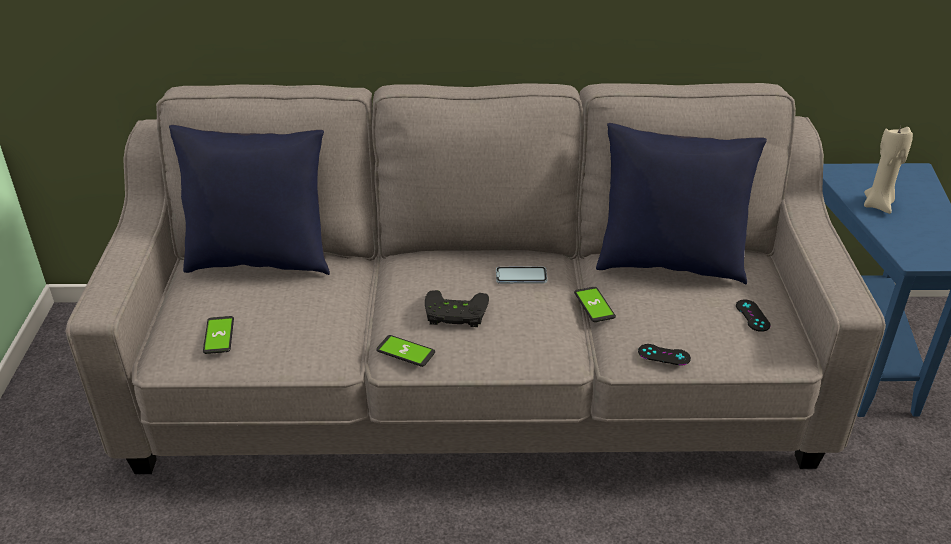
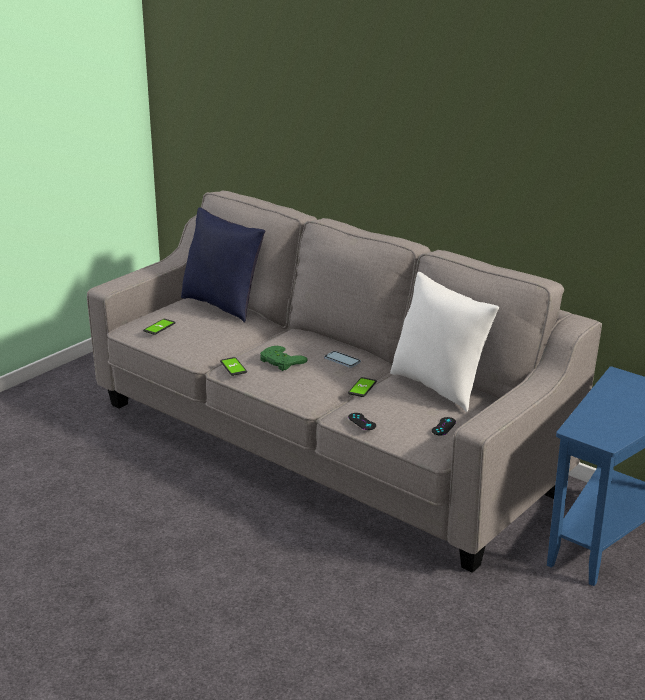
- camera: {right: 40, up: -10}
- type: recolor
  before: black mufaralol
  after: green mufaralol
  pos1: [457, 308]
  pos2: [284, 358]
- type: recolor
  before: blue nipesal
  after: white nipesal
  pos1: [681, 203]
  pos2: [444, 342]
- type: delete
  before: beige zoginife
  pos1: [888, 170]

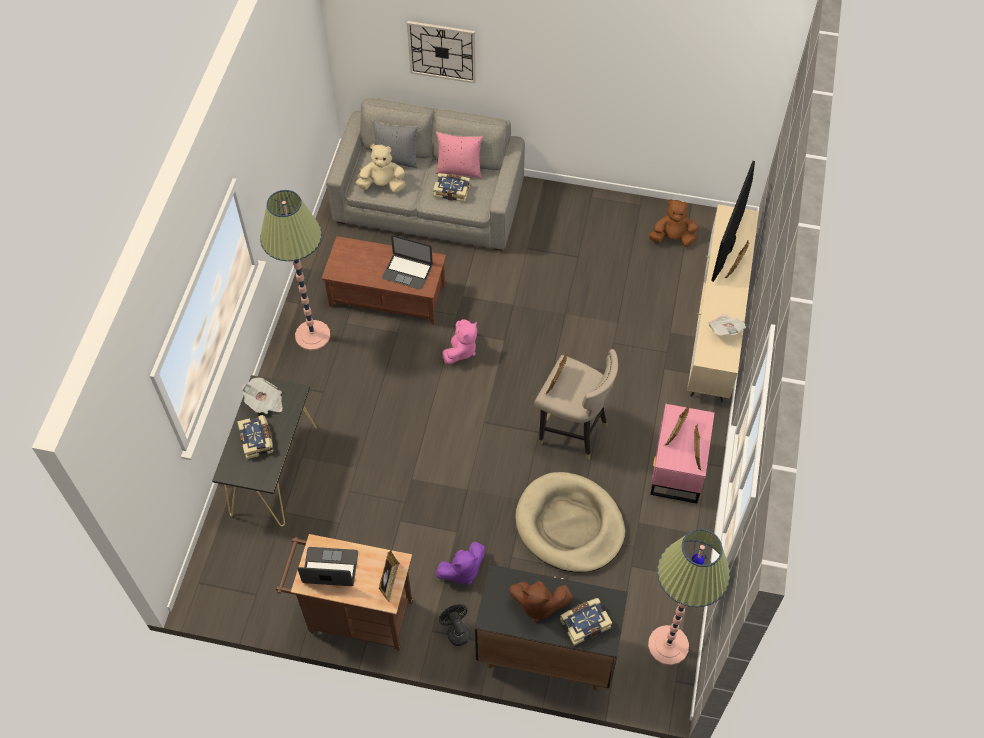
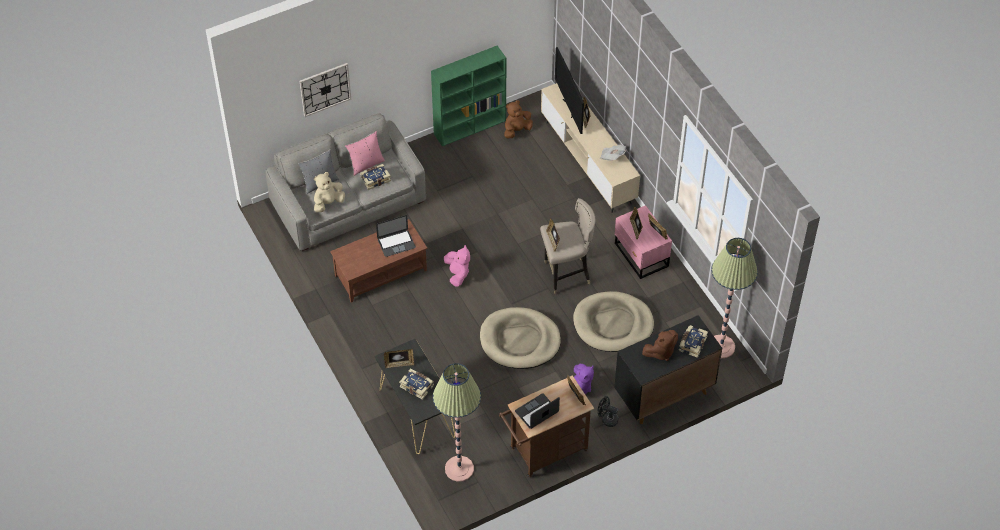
- camera: {right: -40, up: -5}
- type: replace
  before: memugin
  after: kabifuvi
  pos1: [262, 396]
  pos2: [399, 358]
- type: move
  before: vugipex
  pos1: [295, 270]
  pos2: [457, 422]
- type: insert
  after: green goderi
  pos2: [468, 96]
- type: insert
  after: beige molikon
  pos2: [520, 338]

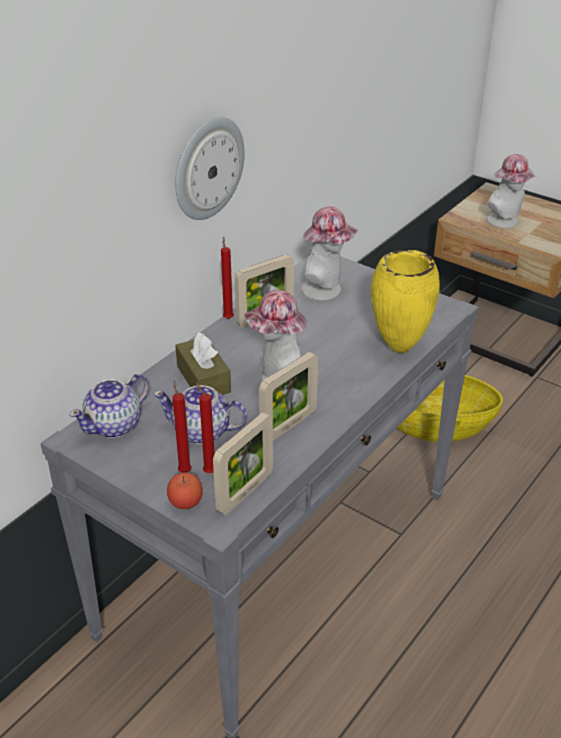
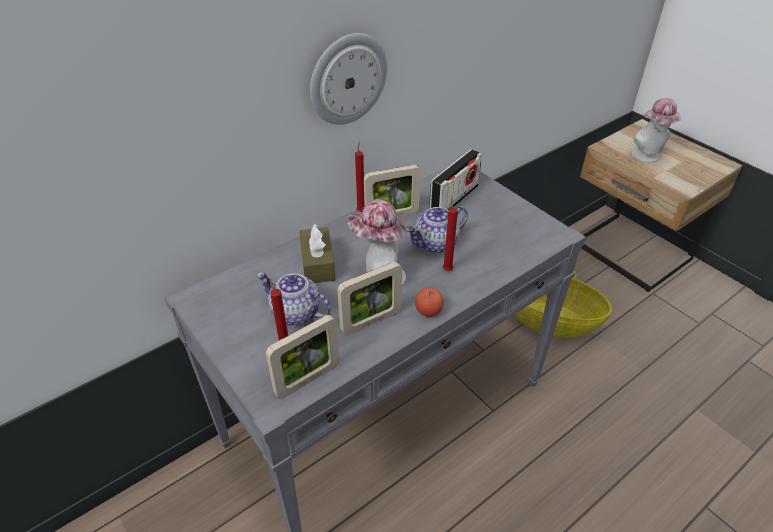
- camera: {right: 15, up: 5}
- type: move
  before: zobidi
  pos1: [109, 406]
  pos2: [436, 229]
- type: move
  before: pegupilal
  pos1: [185, 491]
  pos2: [429, 302]
- type: move
  before: red zoginife
  pos1: [182, 426]
  pos2: [450, 234]
- type: replace
  before: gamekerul
  after: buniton
  pos1: [329, 253]
  pos2: [455, 179]
- type: delete
  before: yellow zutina
  pos1: [405, 301]

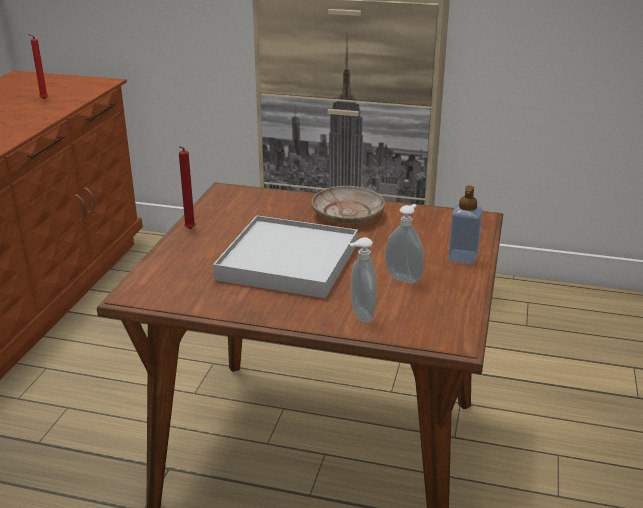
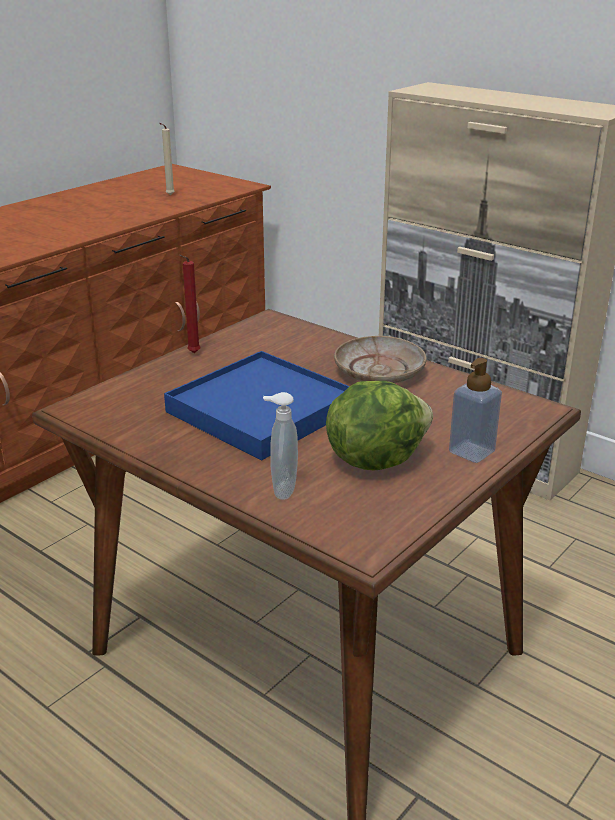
- camera: {right: 25, up: 0}
- type: recolor
  before: red zoginife
  after: beige zoginife
  pos1: [38, 66]
  pos2: [167, 159]
- type: recolor
  before: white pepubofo
  after: blue pepubofo
  pos1: [285, 256]
  pos2: [257, 405]
- type: replace
  before: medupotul
  after: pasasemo
  pos1: [404, 244]
  pos2: [379, 426]

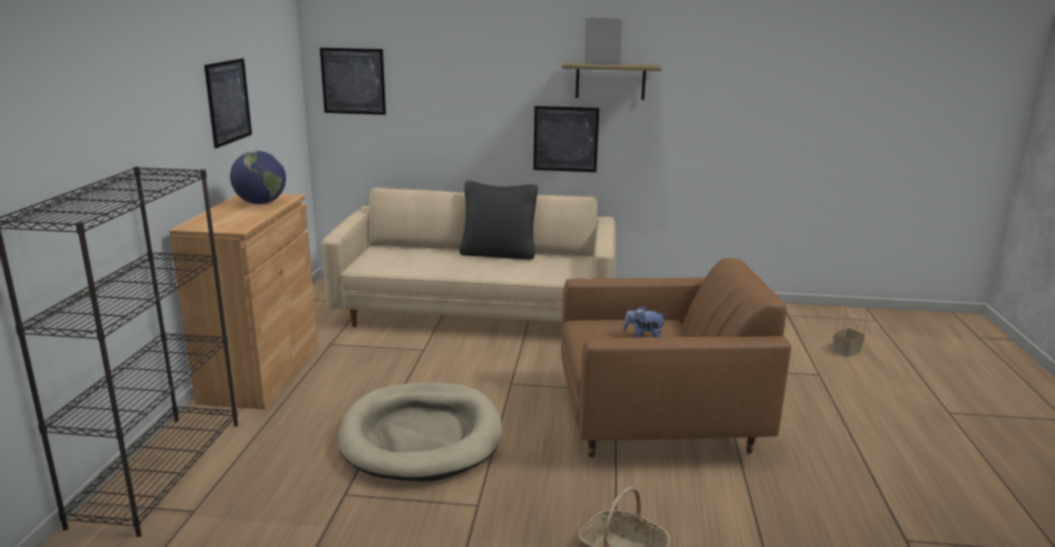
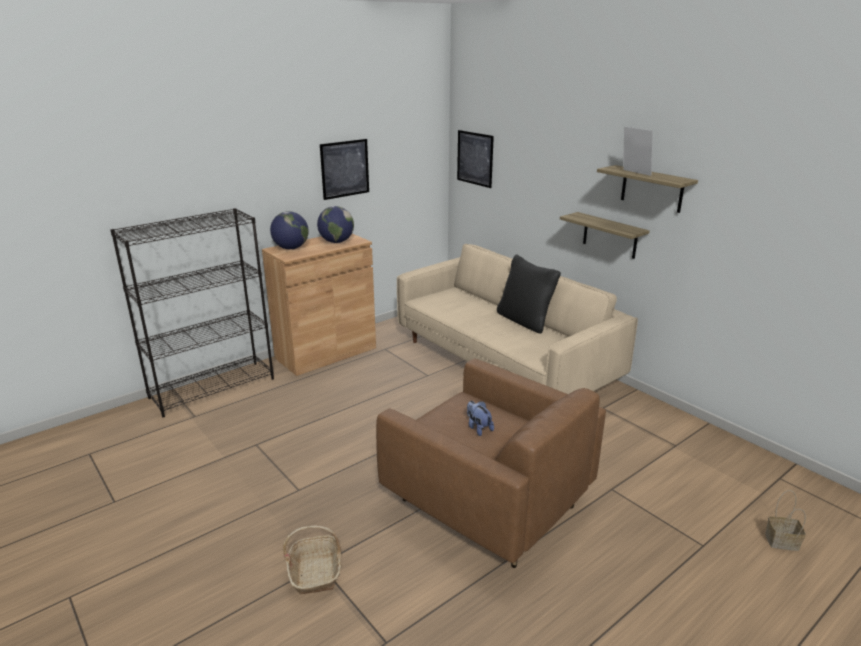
- camera: {right: 45, up: 5}
- type: delete
  before: beige molikon
  pos1: [420, 432]
- type: replace
  before: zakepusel
  after: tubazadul
  pos1: [566, 139]
  pos2: [605, 235]
- type: insert
  after: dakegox
  pos2: [289, 230]

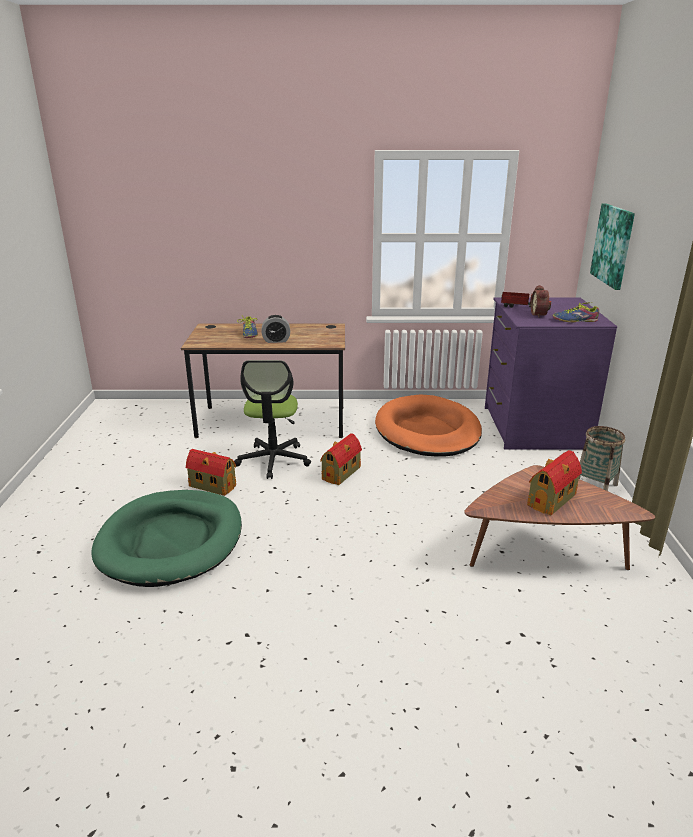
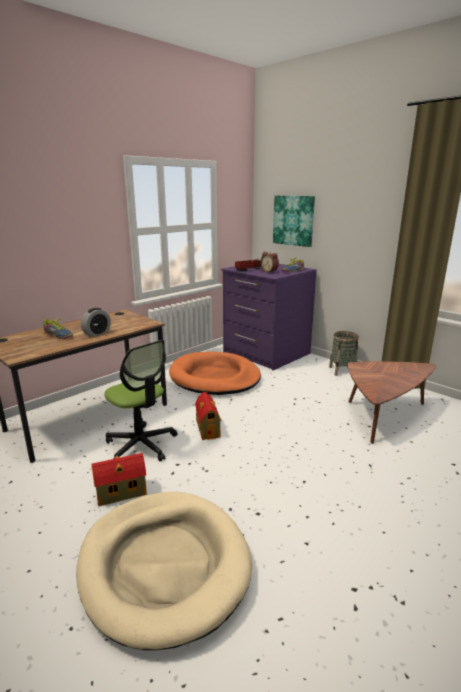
- camera: {right: -45, up: -5}
- type: recolor
  before: green molikon
  after: beige molikon
  pos1: [166, 538]
  pos2: [164, 571]
- type: delete
  before: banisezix
  pos1: [554, 483]

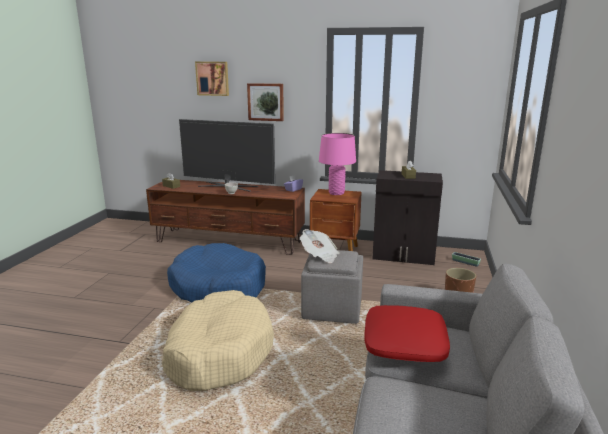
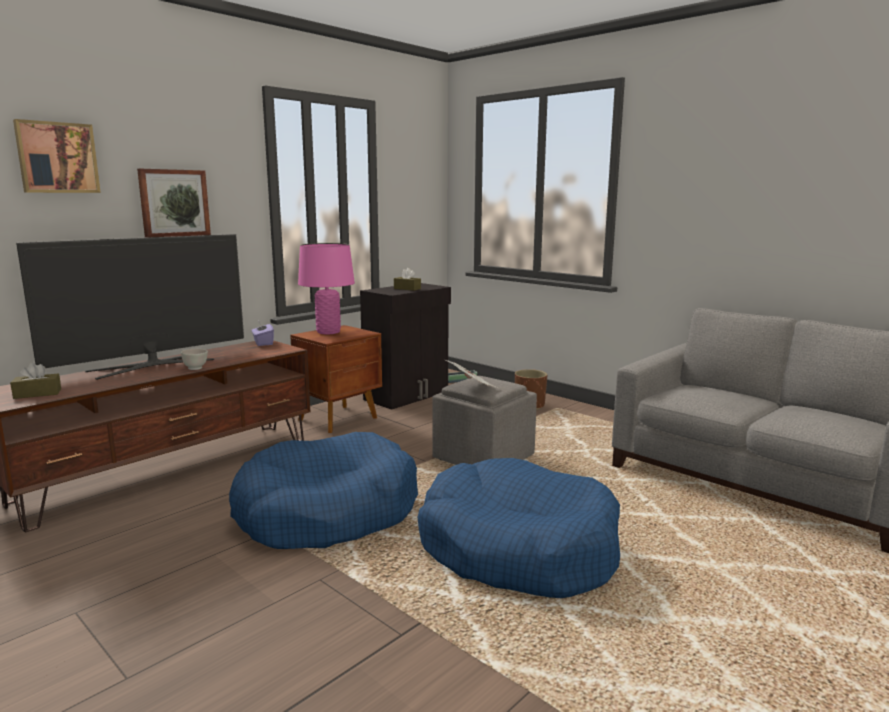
- camera: {right: -60, up: -5}
- type: recolor
  before: beige molikon
  after: blue molikon
  pos1: [218, 340]
  pos2: [519, 528]
- type: delete
  before: red nipesal
  pos1: [407, 333]

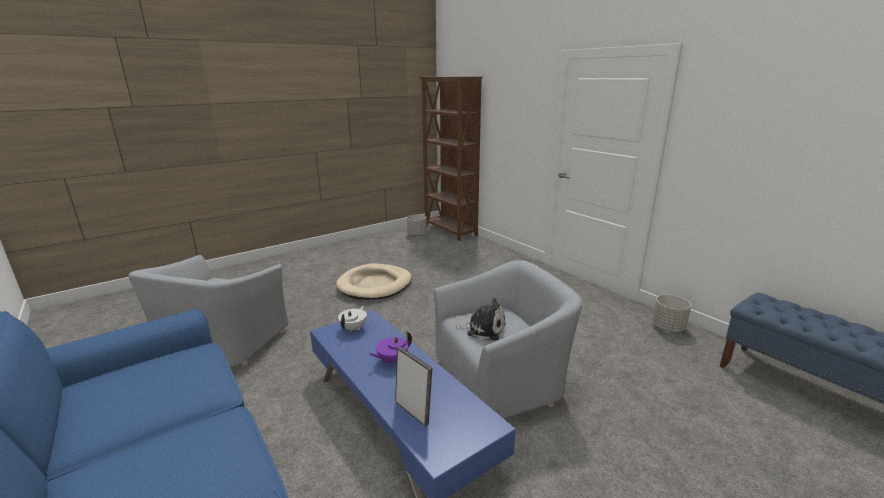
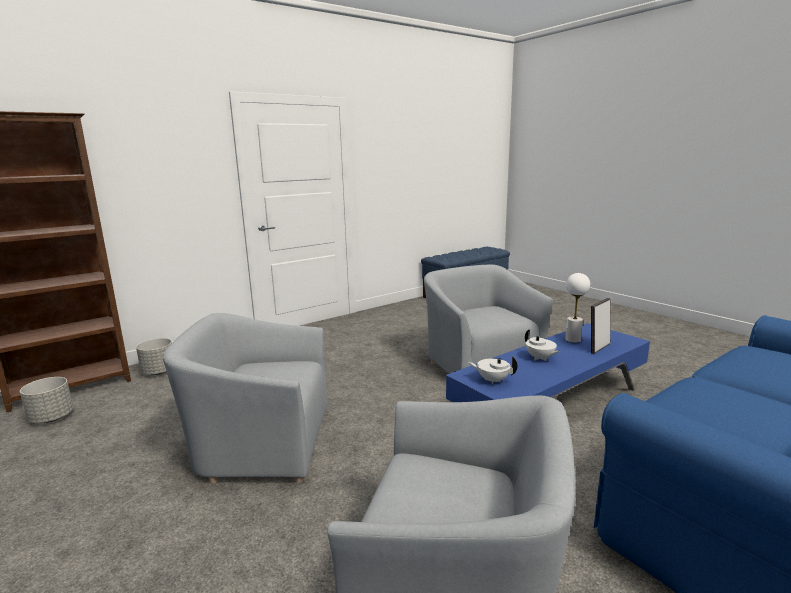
- camera: {right: -90, up: -5}
- type: replace
  before: beige molikon
  after: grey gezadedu
  pos1: [374, 281]
  pos2: [245, 398]
- type: recolor
  before: purple zobidi
  after: white zobidi
  pos1: [390, 347]
  pos2: [542, 345]
- type: delete
  before: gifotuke
  pos1: [480, 319]
- type: move
  before: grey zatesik
  pos1: [671, 313]
  pos2: [154, 356]
- type: insert
  after: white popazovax
  pos2: [577, 308]

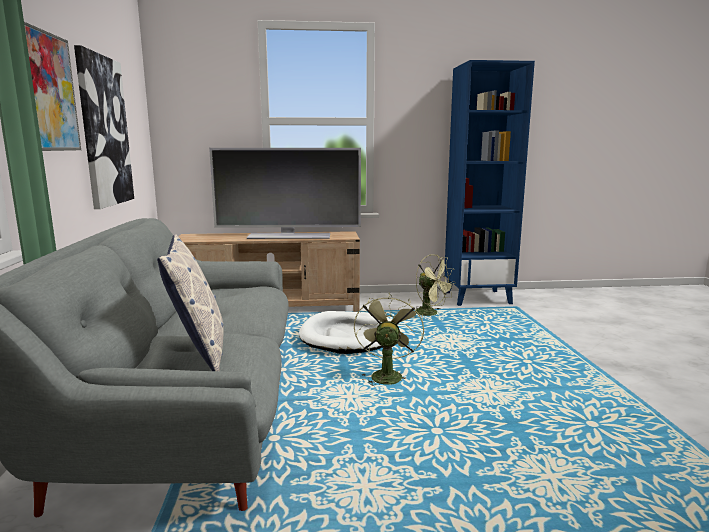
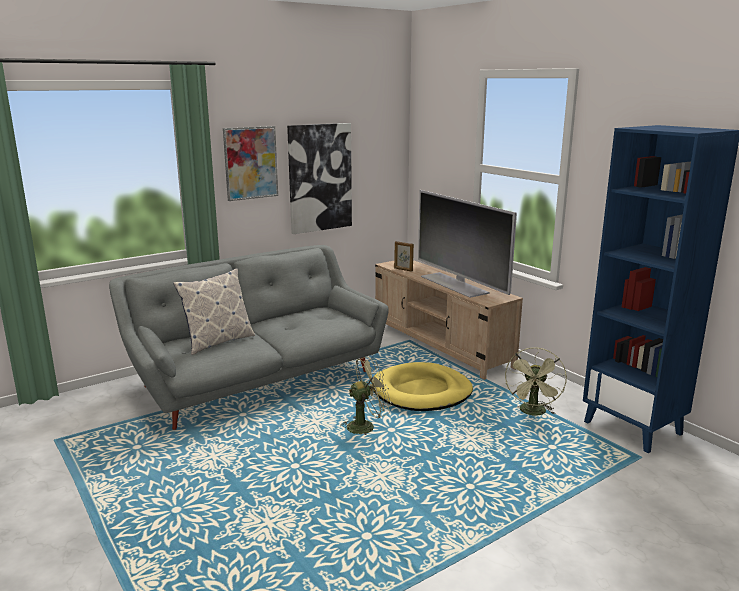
- camera: {right: 60, up: 5}
- type: recolor
  before: white molikon
  after: yellow molikon
  pos1: [345, 332]
  pos2: [423, 386]
- type: insert
  after: kabifuvi
  pos2: [404, 256]

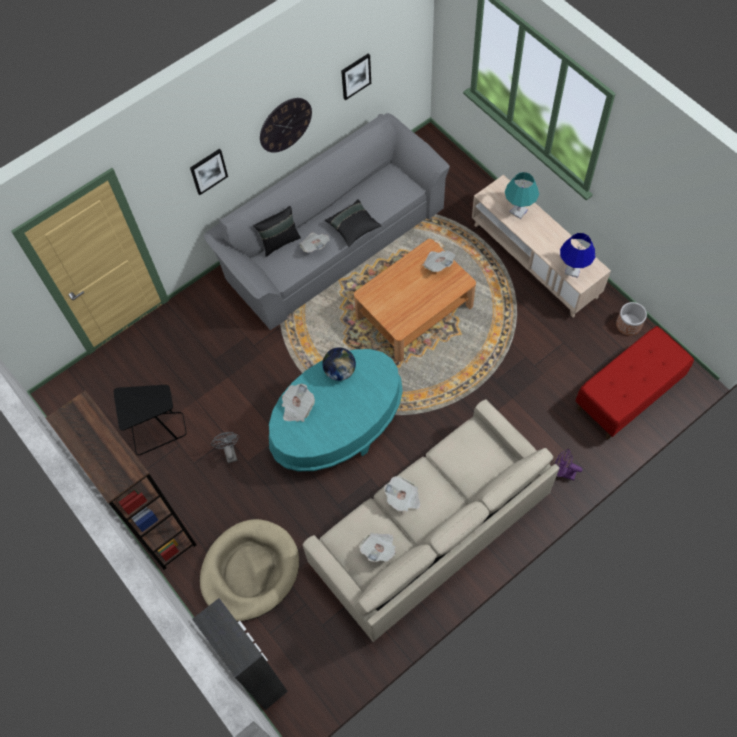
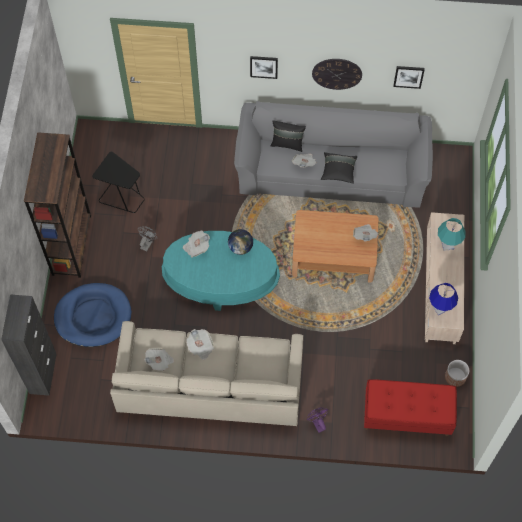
- camera: {right: 40, up: 0}
- type: recolor
  before: beige molikon
  after: blue molikon
  pos1: [249, 570]
  pos2: [93, 315]

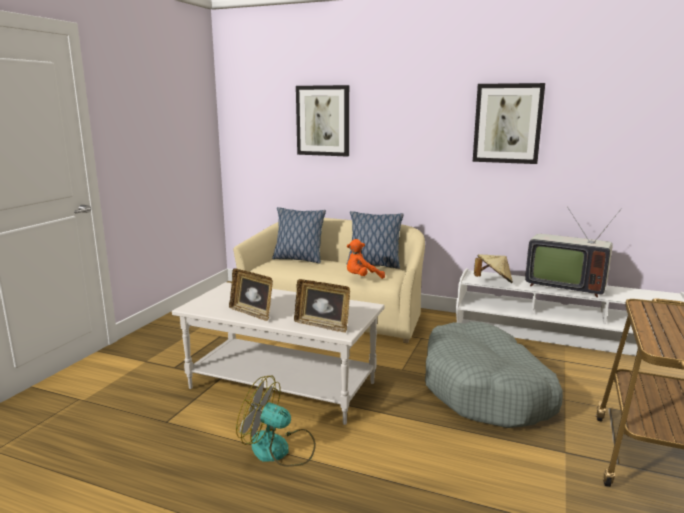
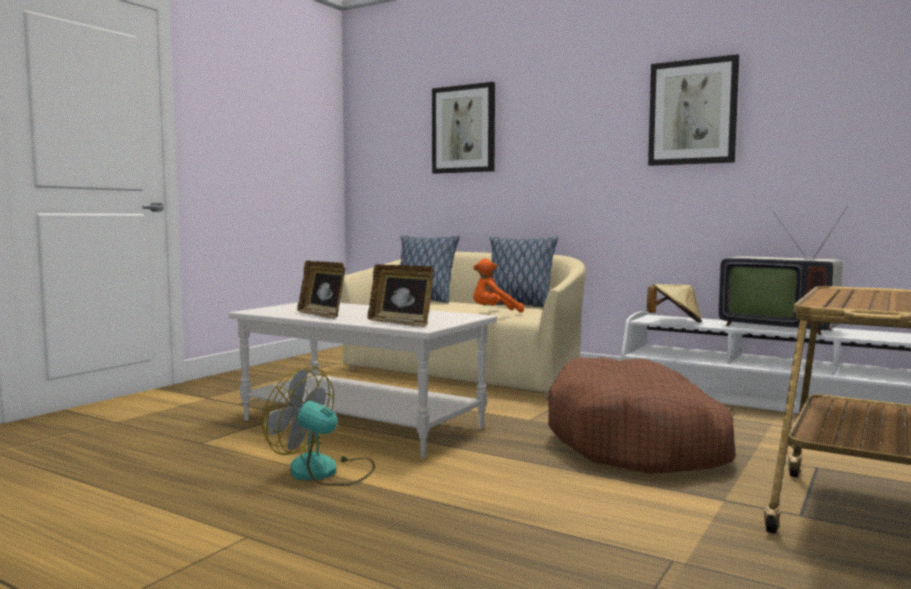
- camera: {right: 10, up: -10}
- type: recolor
  before: grey molikon
  after: brown molikon
  pos1: [494, 374]
  pos2: [642, 415]

